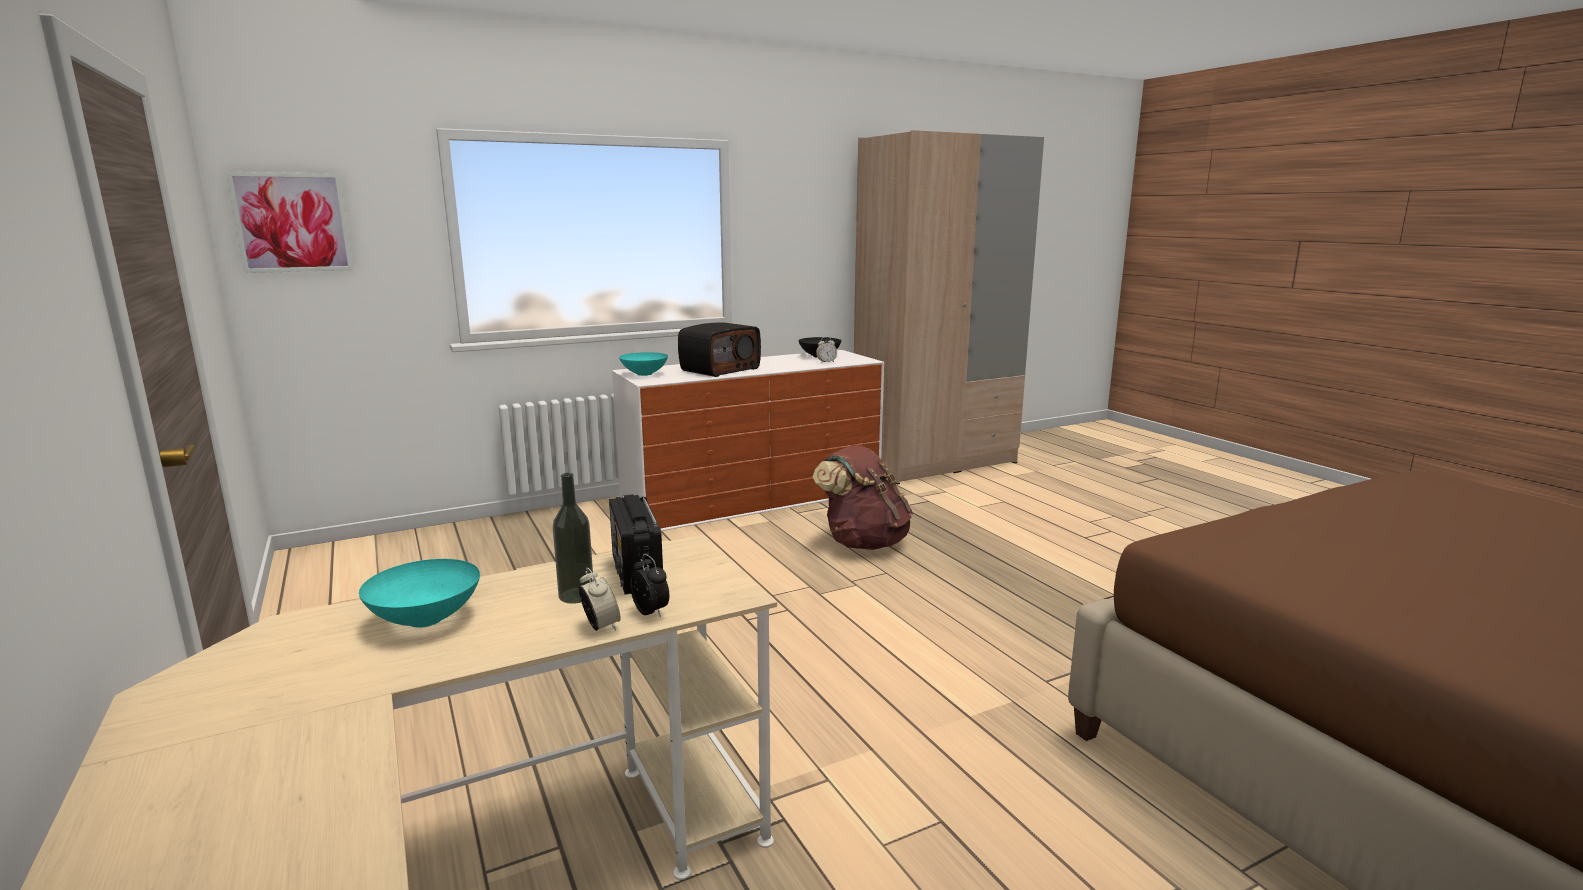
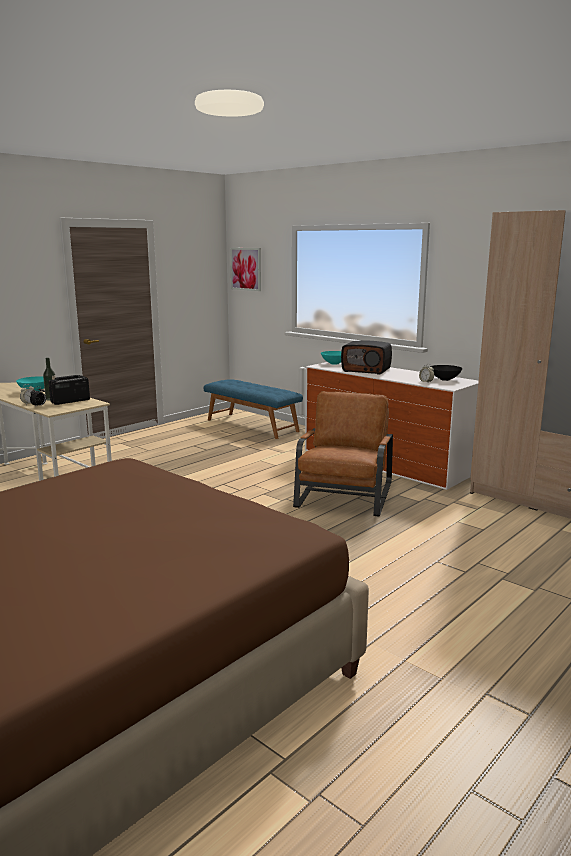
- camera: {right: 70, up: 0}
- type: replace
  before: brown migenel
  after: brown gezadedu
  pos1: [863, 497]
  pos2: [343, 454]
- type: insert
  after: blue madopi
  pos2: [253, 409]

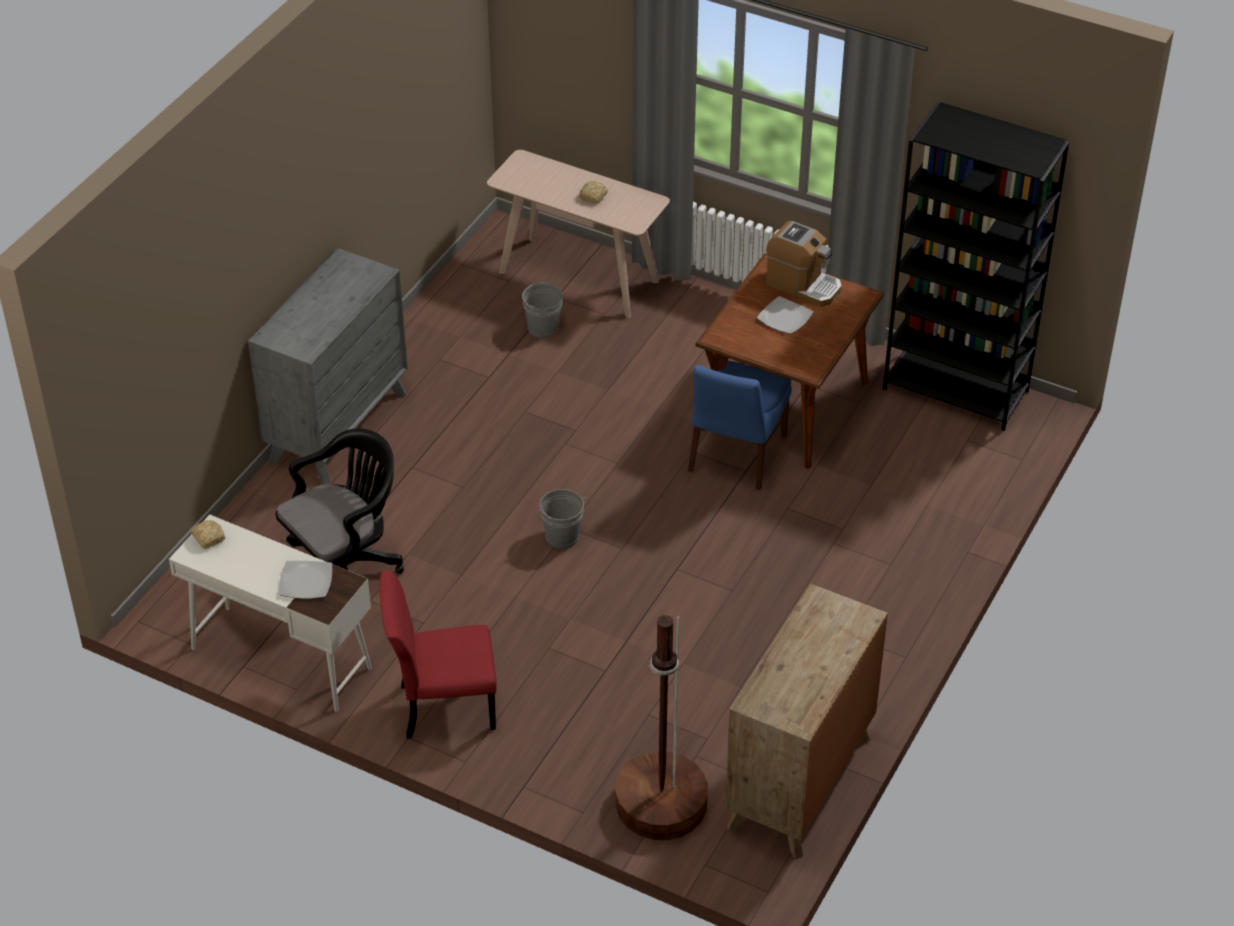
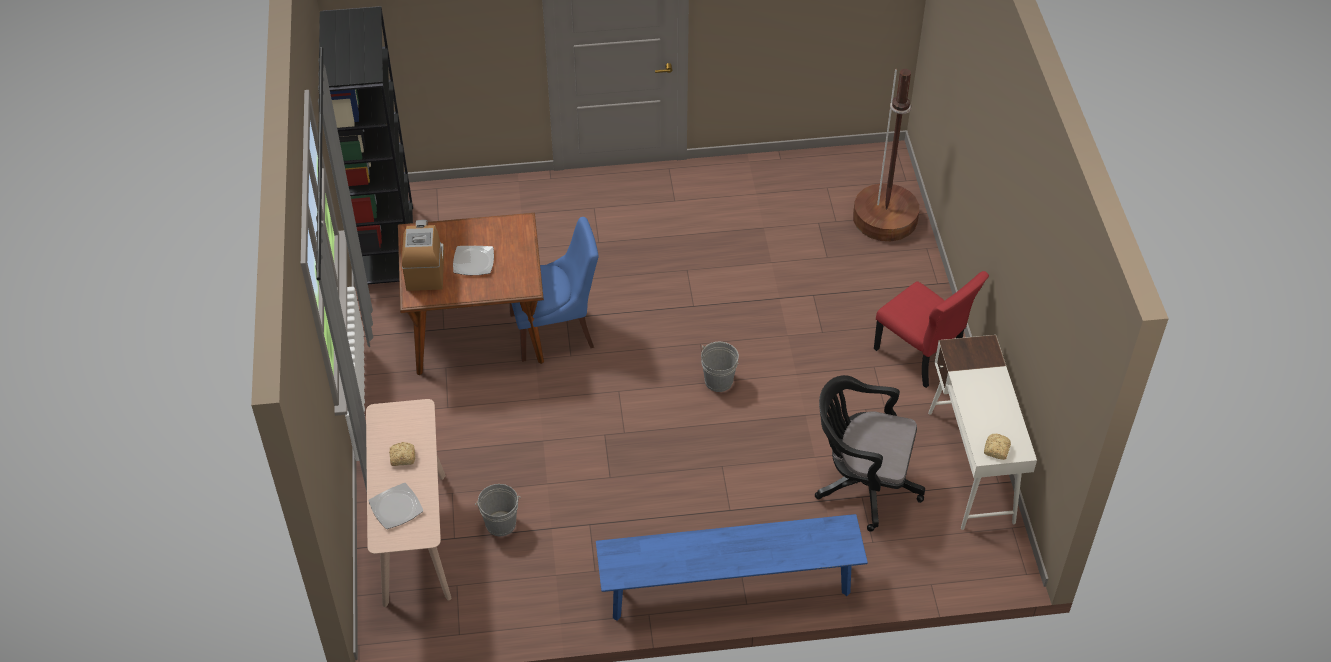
- camera: {right: -125, up: 5}
- type: replace
  before: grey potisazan
  after: blue madopi
  pos1: [328, 366]
  pos2: [732, 567]
- type: move
  before: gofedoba
  pos1: [305, 580]
  pos2: [395, 506]
- type: delete
  before: brown potisazan
  pos1: [806, 722]

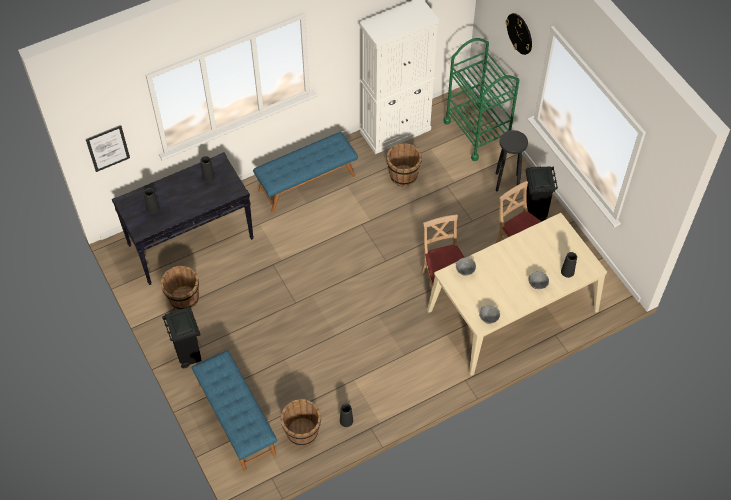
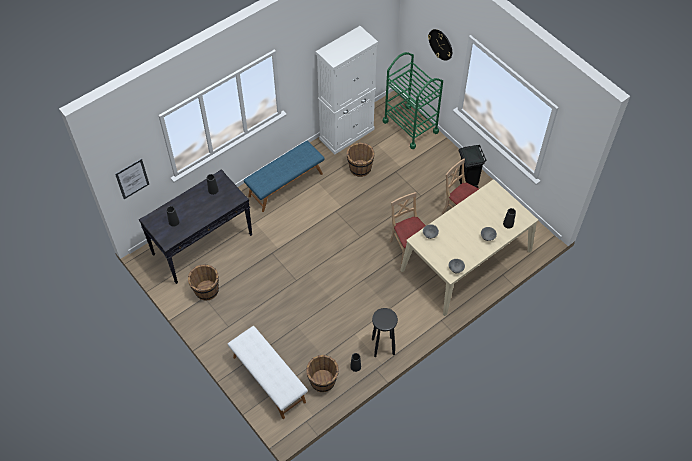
- camera: {right: -10, up: 0}
- type: delete
  before: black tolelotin
  pos1: [181, 337]
- type: recolor
  before: blue madopi
  after: white madopi
  pos1: [234, 410]
  pos2: [268, 372]
- type: move
  before: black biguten
  pos1: [512, 160]
  pos2: [385, 332]

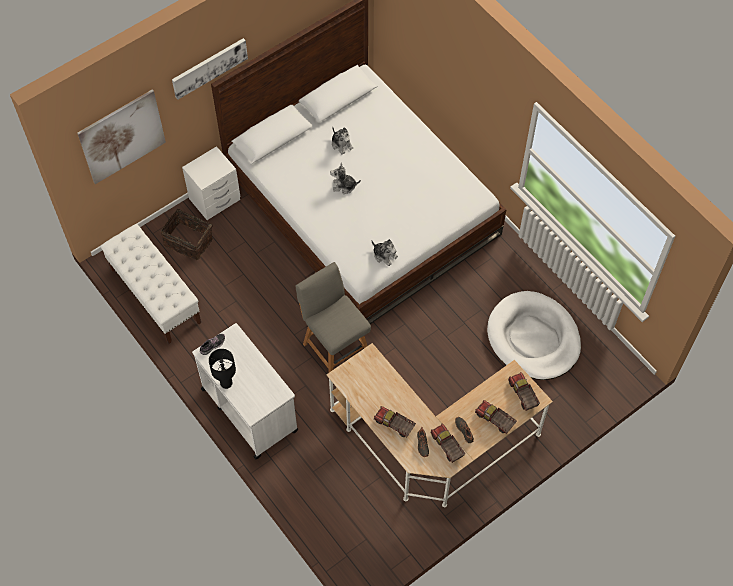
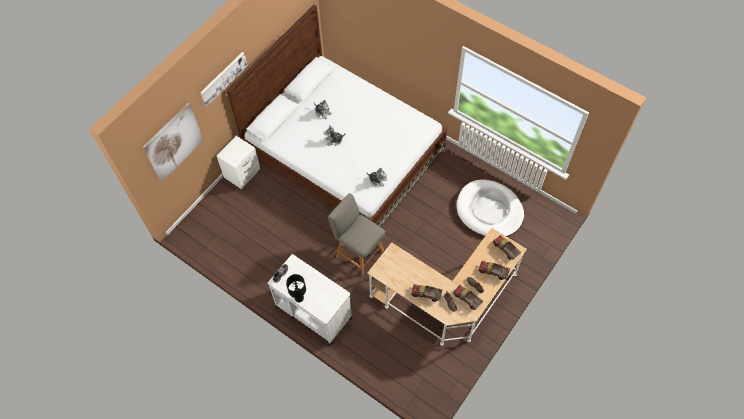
- camera: {right: -15, up: 0}
- type: delete
  before: white madopi
  pos1: [150, 284]
- type: delete
  before: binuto
  pos1: [187, 232]

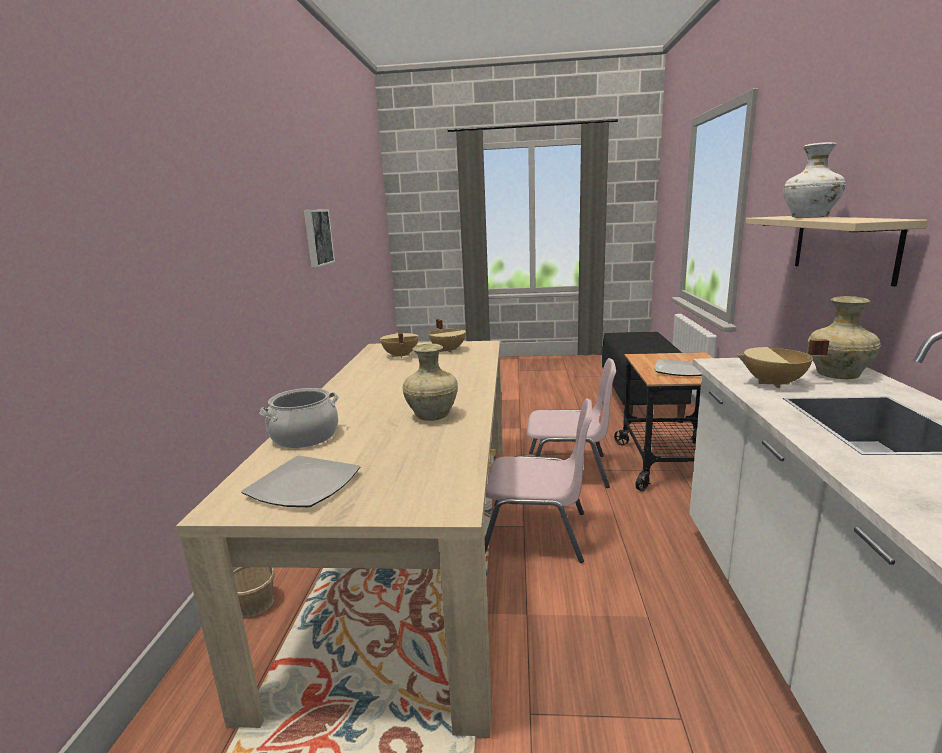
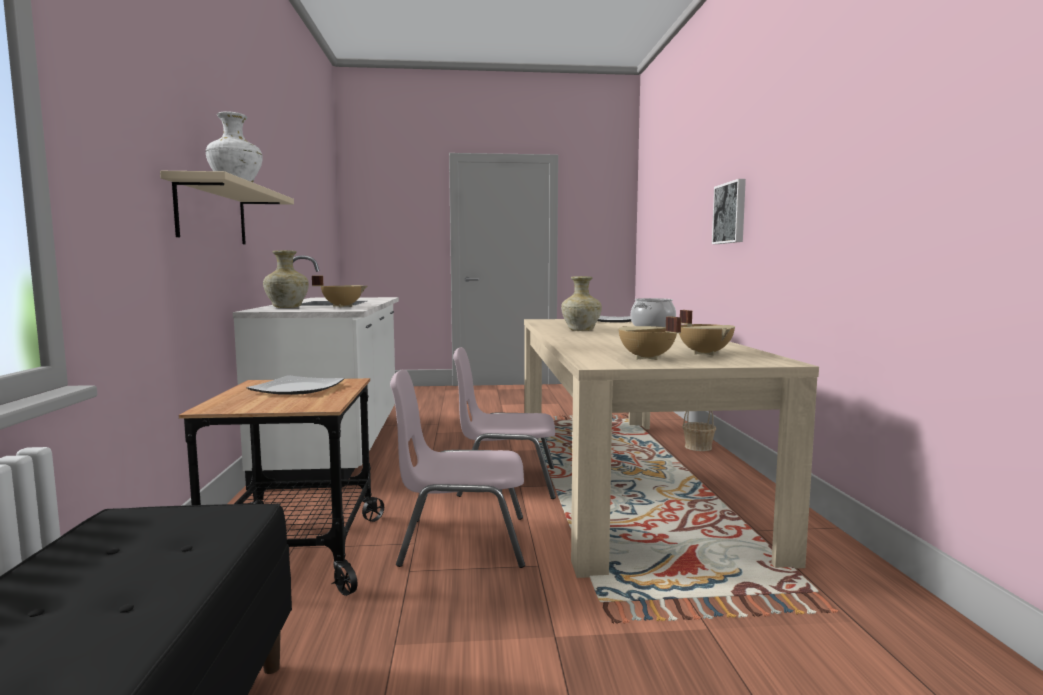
- camera: {right: 170, up: -10}
- type: move
  before: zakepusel
  pos1: [319, 238]
  pos2: [729, 211]

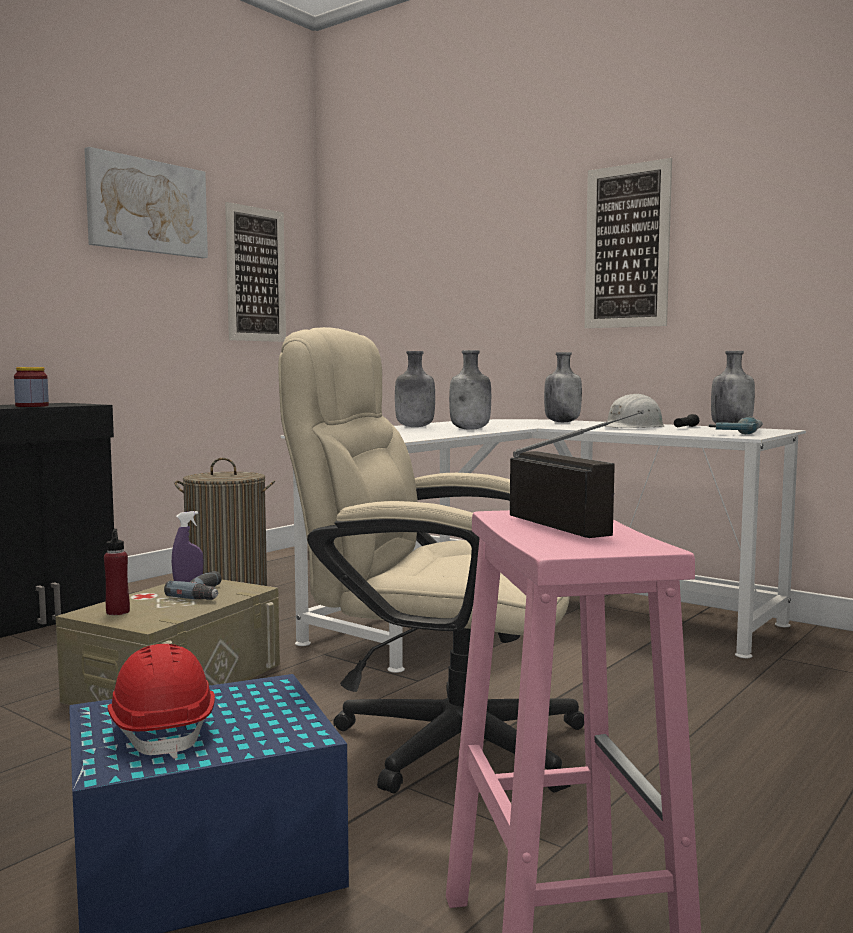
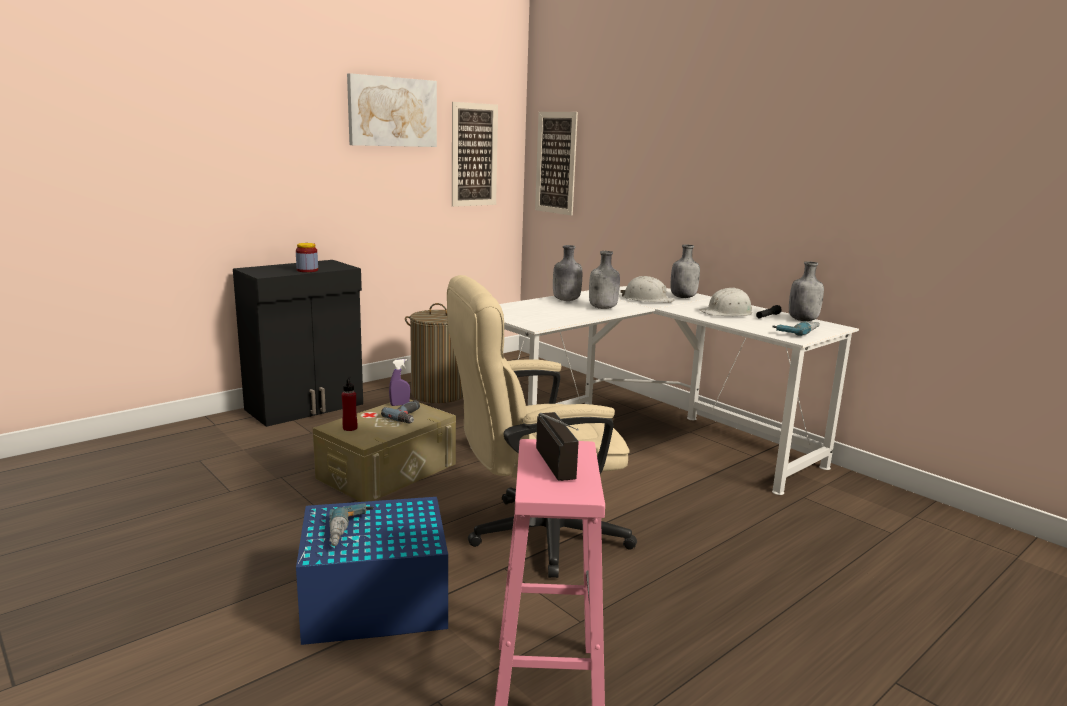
- camera: {right: 10, up: 10}
- type: replace
  before: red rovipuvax
  after: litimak
  pos1: [161, 701]
  pos2: [351, 524]
- type: rotate
  before: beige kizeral
  pos1: [431, 560]
  pos2: [542, 426]
  turn: -45
- type: move
  before: zakepusel
  pos1: [628, 243]
  pos2: [556, 164]
- type: insert
  after: white rovipuvax
  pos2: [647, 289]

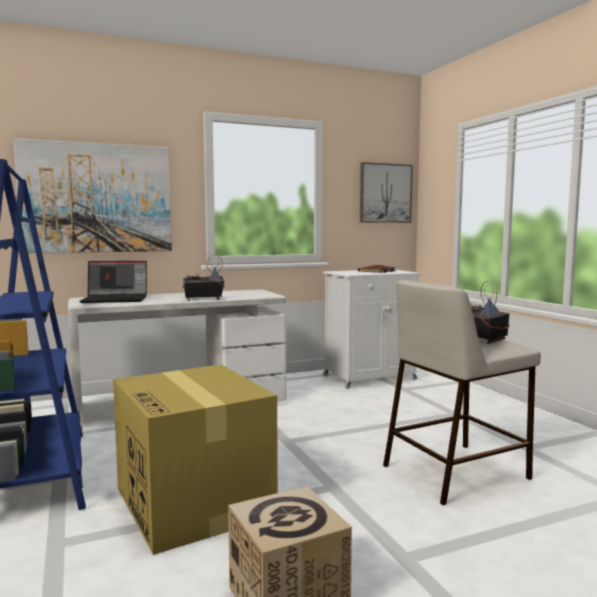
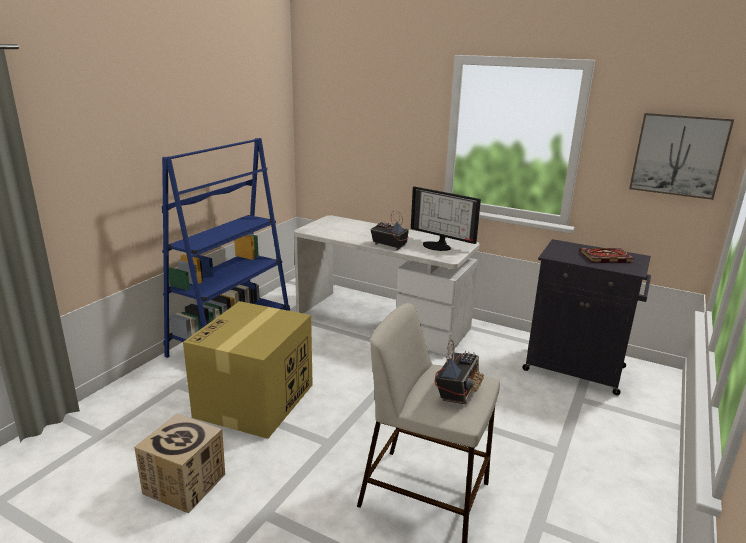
- camera: {right: 50, up: 15}
- type: delete
  before: zakepusel
  pos1: [93, 195]
- type: delete
  before: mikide
  pos1: [113, 282]
- type: recolor
  before: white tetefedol
  after: black tetefedol
  pos1: [372, 329]
  pos2: [586, 317]
- type: insert
  after: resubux
  pos2: [446, 218]

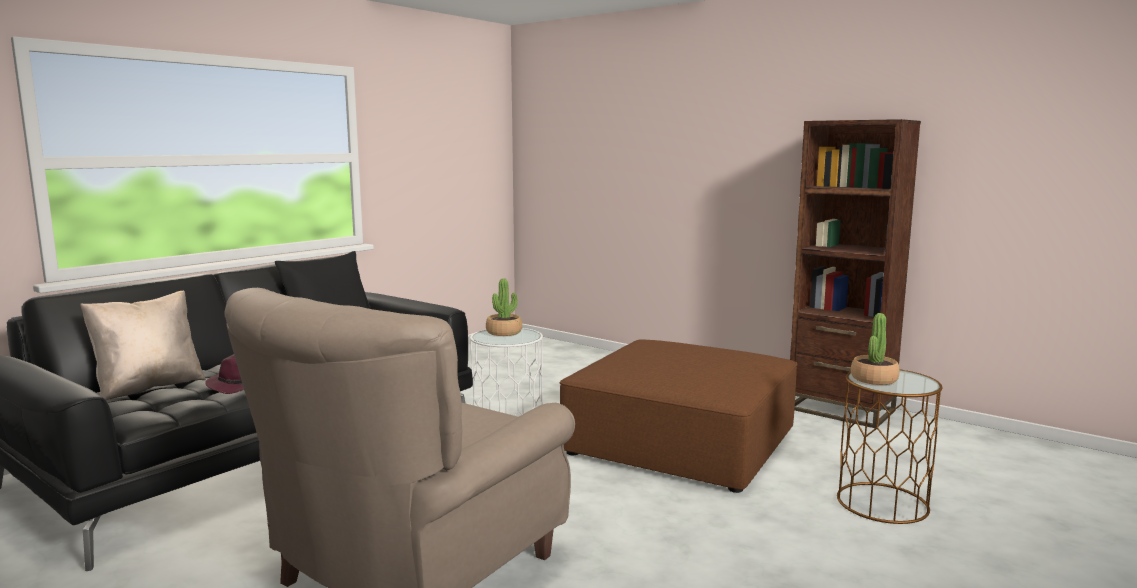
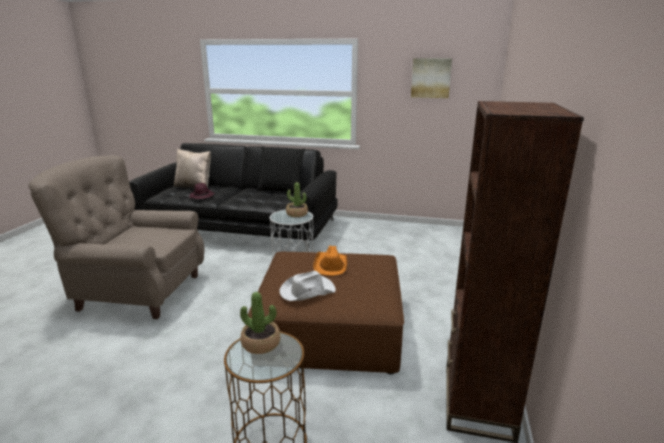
- camera: {right: 65, up: 10}
- type: insert
  after: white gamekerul
  pos2: [308, 286]
- type: insert
  after: orange gamekerul
  pos2: [330, 260]
- type: insert
  after: zakepusel
  pos2: [431, 78]

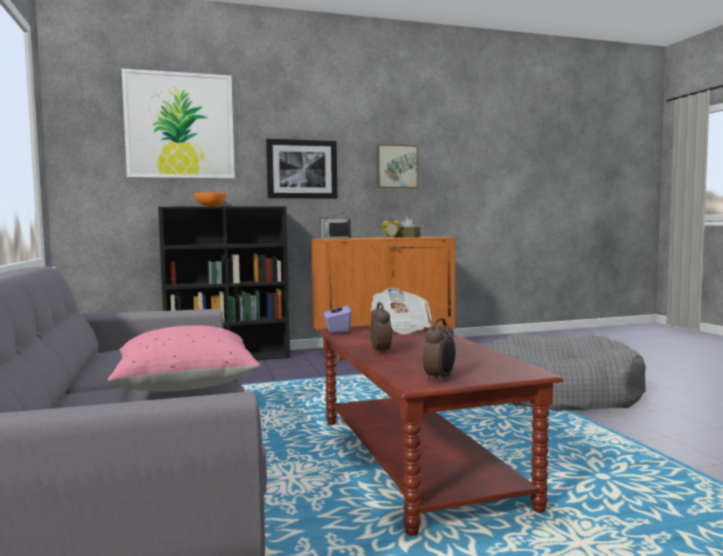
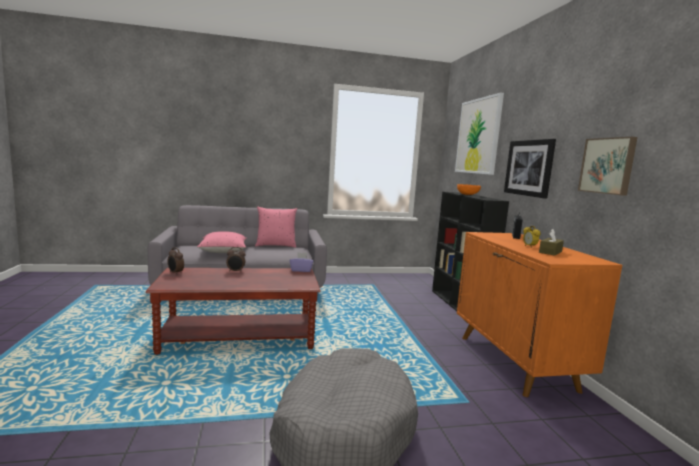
- camera: {right: 95, up: 5}
- type: delete
  before: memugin
  pos1: [401, 311]
- type: insert
  after: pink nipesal
  pos2: [276, 227]

